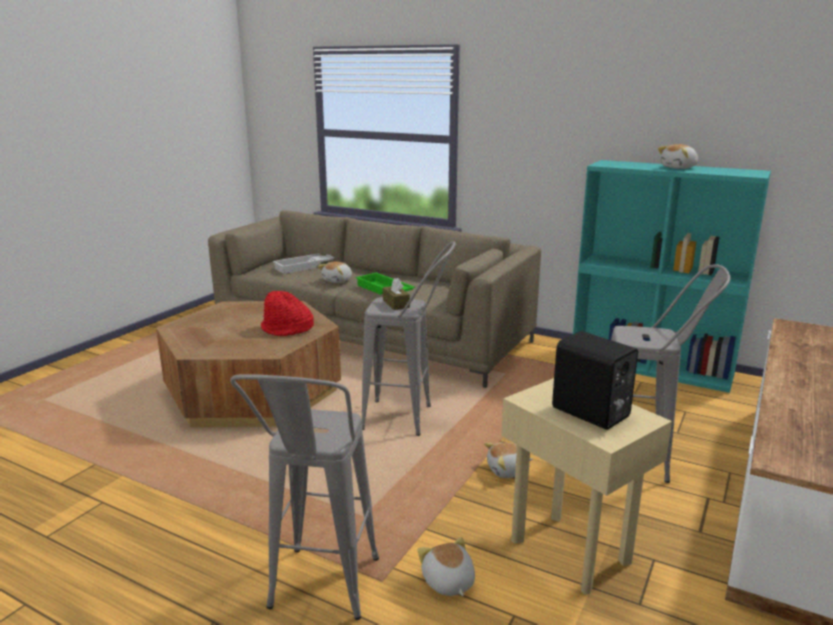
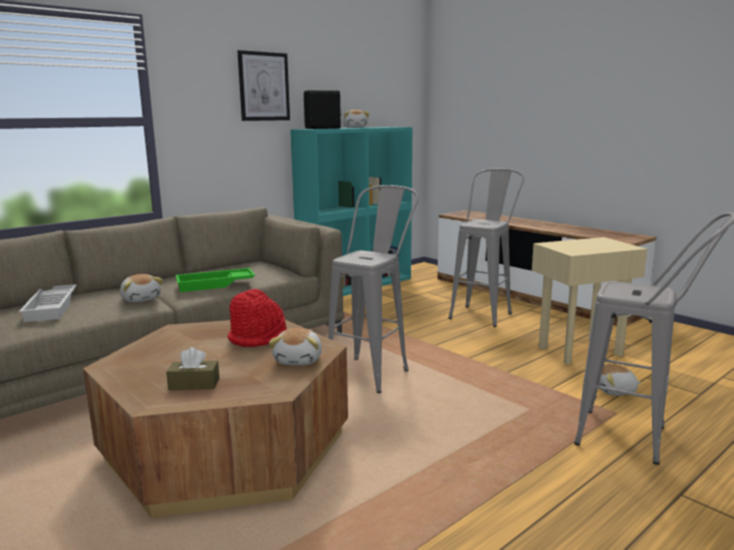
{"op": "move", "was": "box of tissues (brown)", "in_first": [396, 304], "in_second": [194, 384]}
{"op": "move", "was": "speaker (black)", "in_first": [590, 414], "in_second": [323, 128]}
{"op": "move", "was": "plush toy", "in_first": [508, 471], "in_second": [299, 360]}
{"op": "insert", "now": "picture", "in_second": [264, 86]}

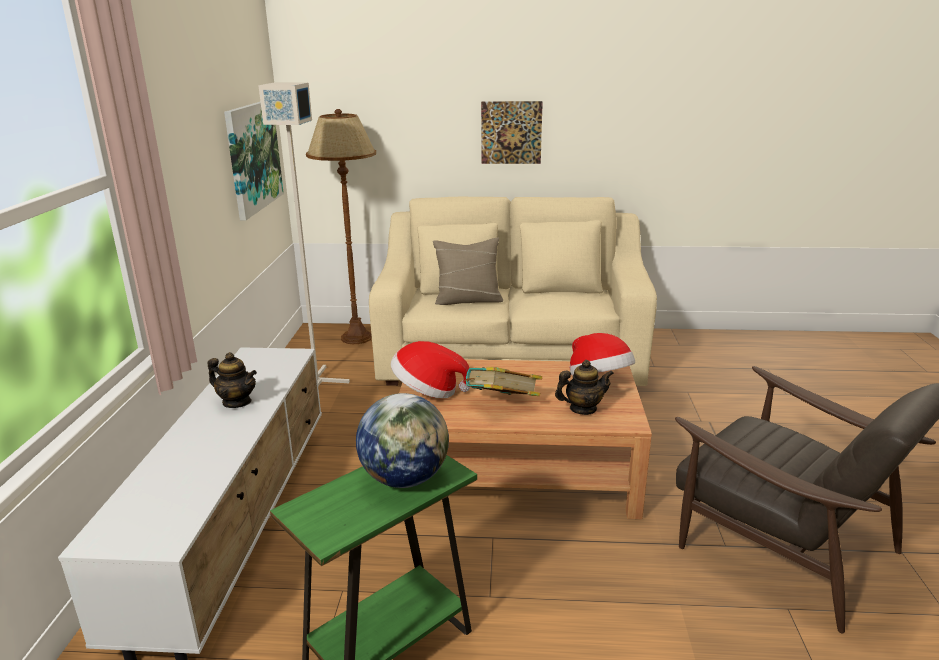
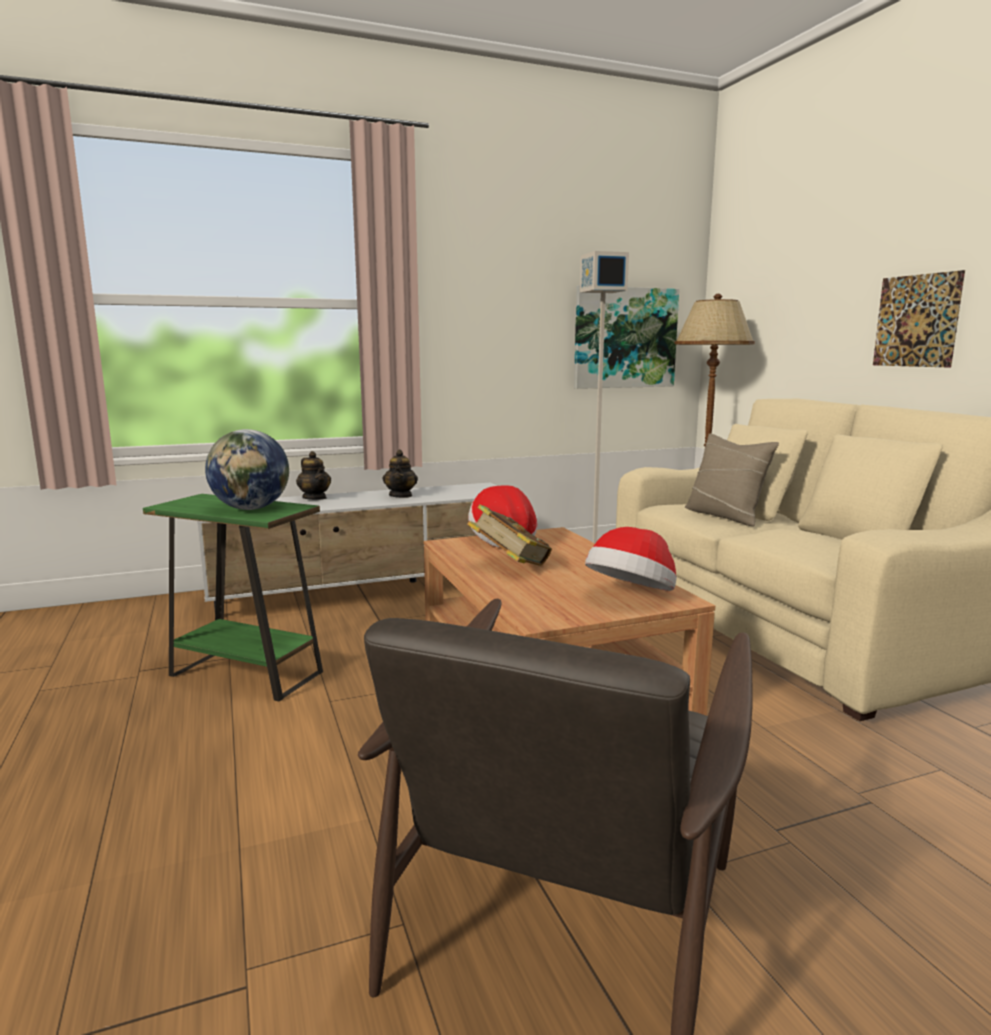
{"op": "move", "was": "pot for tea", "in_first": [582, 409], "in_second": [315, 498]}

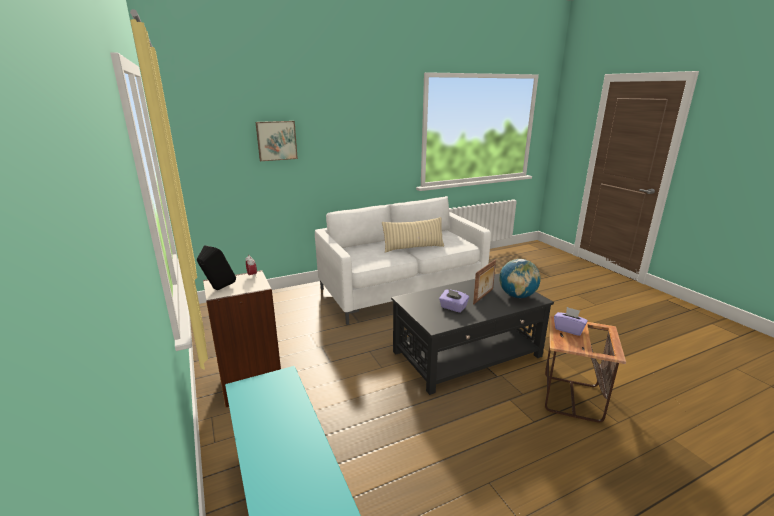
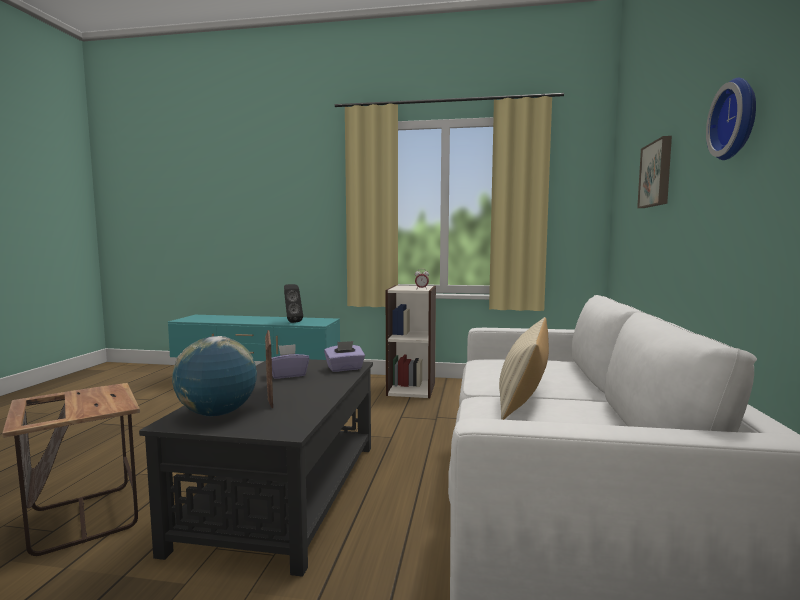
{"op": "move", "was": "speaker (black)", "in_first": [218, 289], "in_second": [291, 322]}
{"op": "move", "was": "box of tissues (purple-coloured)", "in_first": [568, 329], "in_second": [345, 368]}
{"op": "insert", "now": "hanging clock", "in_second": [737, 119]}

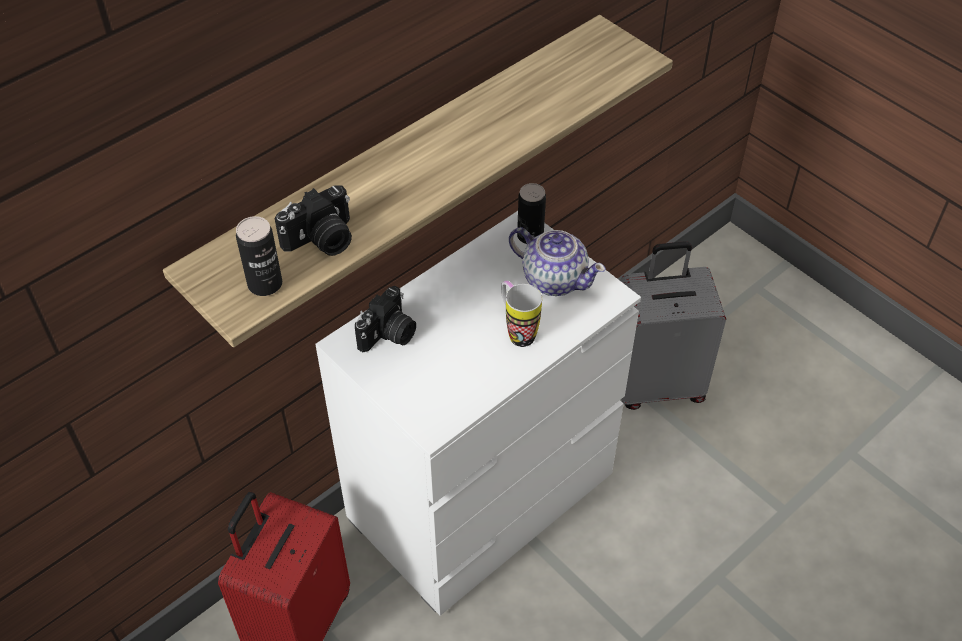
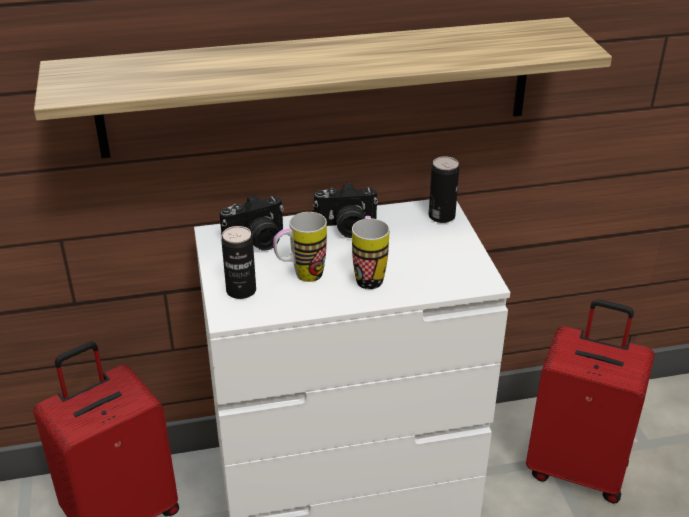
{"op": "move", "was": "photo camera", "in_first": [322, 241], "in_second": [346, 227]}
{"op": "move", "was": "can", "in_first": [265, 284], "in_second": [241, 291]}
{"op": "delete", "was": "pot for tea", "in_first": [554, 279]}
{"op": "recolor", "was": "travel case (gray)", "now": "travel case (reddish)", "in_first": [656, 383], "in_second": [577, 468]}
{"op": "insert", "now": "tea mug", "in_second": [300, 276]}

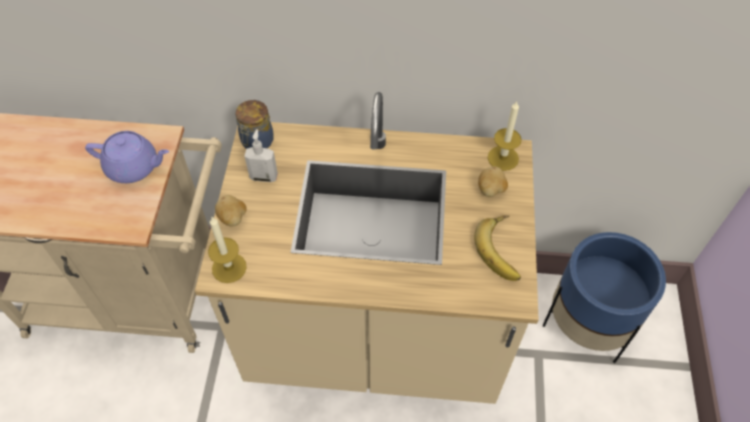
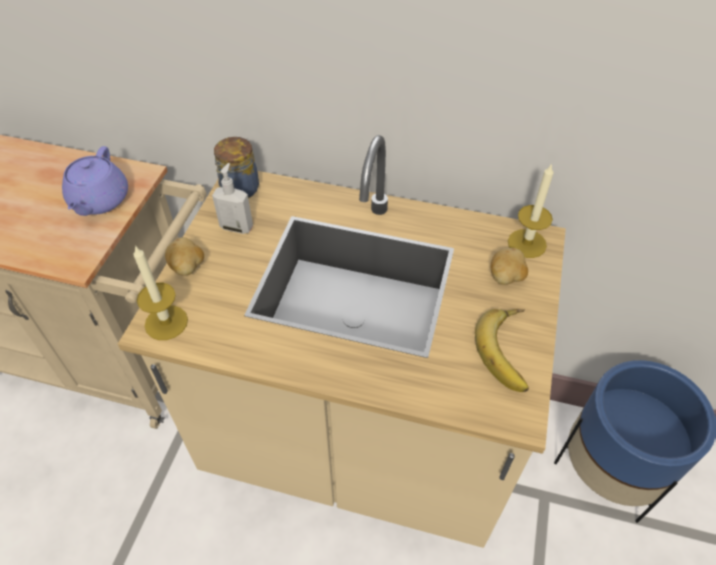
{"op": "rotate", "was": "pot for tea (purple-coloured)", "in_first": [134, 167], "in_second": [99, 201], "clockwise": 75}

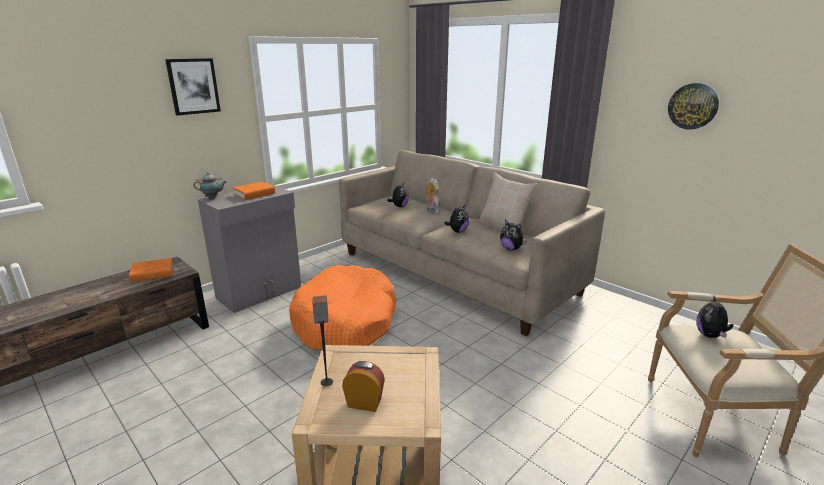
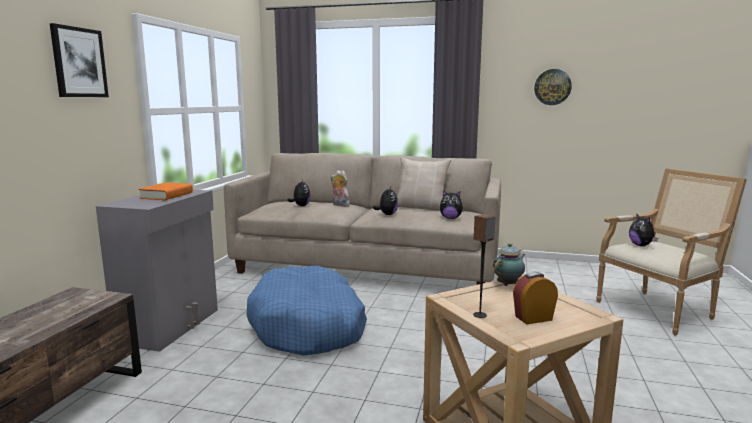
{"op": "move", "was": "pot for tea", "in_first": [213, 198], "in_second": [508, 284]}
{"op": "delete", "was": "book (orangey)", "in_first": [153, 273]}
{"op": "recolor", "was": "dog cushion (orangey)", "now": "dog cushion (bluish)", "in_first": [345, 321], "in_second": [309, 326]}

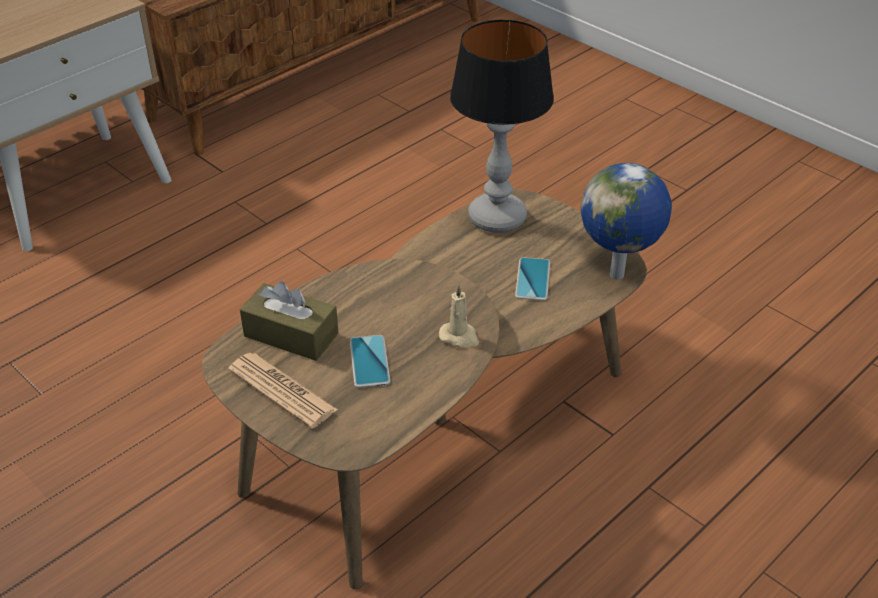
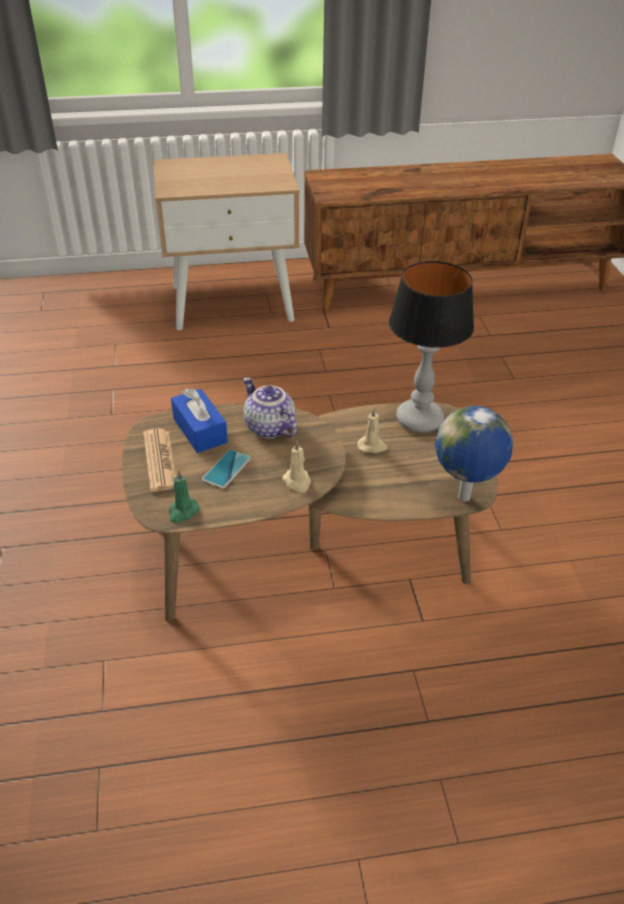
{"op": "delete", "was": "handset", "in_first": [532, 279]}
{"op": "recolor", "was": "box of tissues (brown)", "now": "box of tissues (bluish)", "in_first": [291, 335], "in_second": [200, 430]}
{"op": "insert", "now": "pot for tea", "in_second": [268, 428]}
{"op": "insert", "now": "candle (sand-coloured)", "in_second": [372, 446]}
{"op": "insert", "now": "candle (green-coloured)", "in_second": [182, 512]}

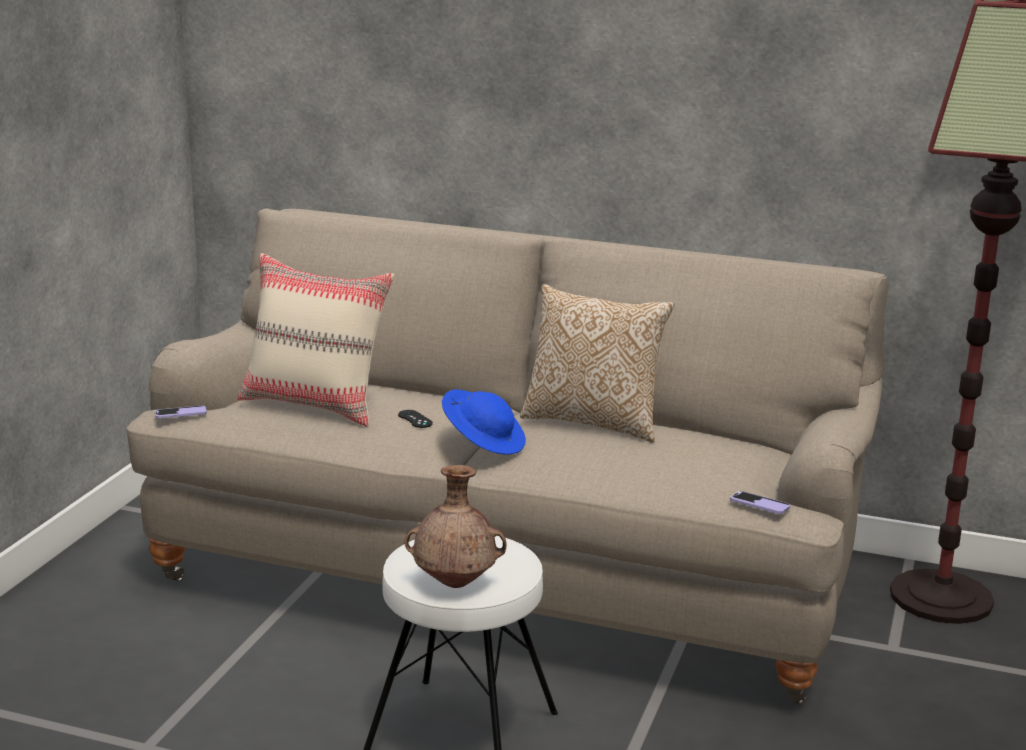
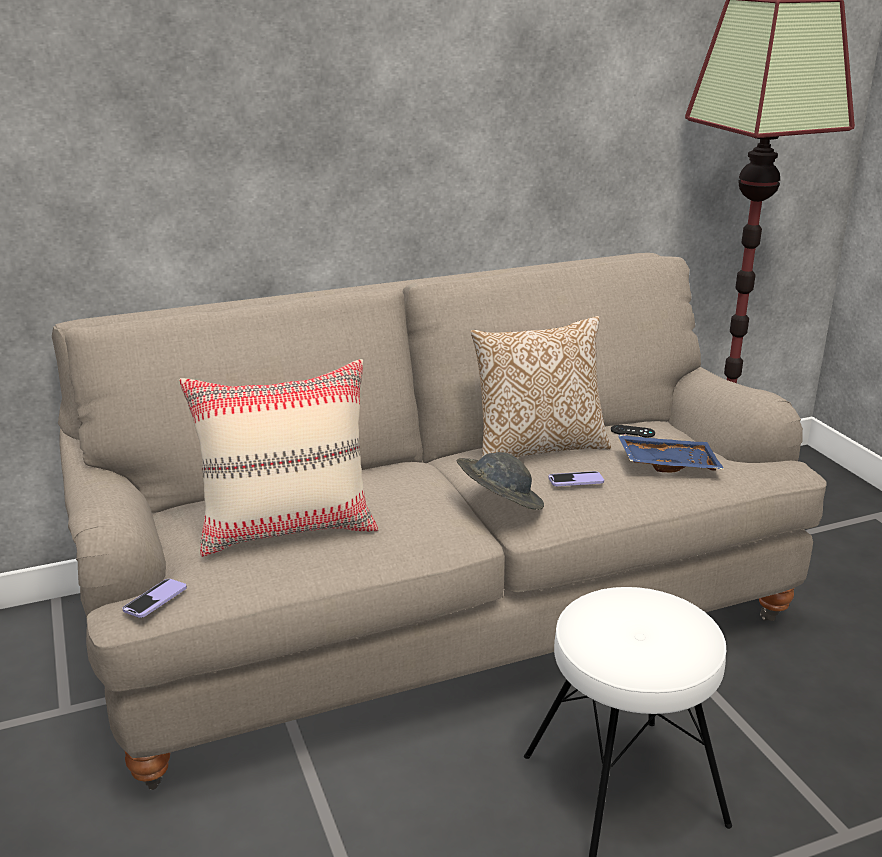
{"op": "recolor", "was": "wearable hat (bluish)", "now": "wearable hat (gray)", "in_first": [484, 442], "in_second": [499, 503]}
{"op": "move", "was": "gamepad (black)", "in_first": [415, 419], "in_second": [632, 431]}
{"op": "delete", "was": "vase (brown)", "in_first": [456, 583]}
{"op": "move", "was": "handset", "in_first": [759, 504], "in_second": [576, 480]}
{"op": "insert", "now": "carrying tray (bluish)", "in_second": [667, 463]}

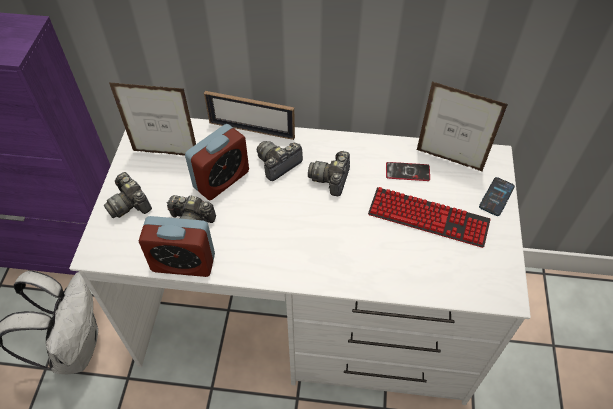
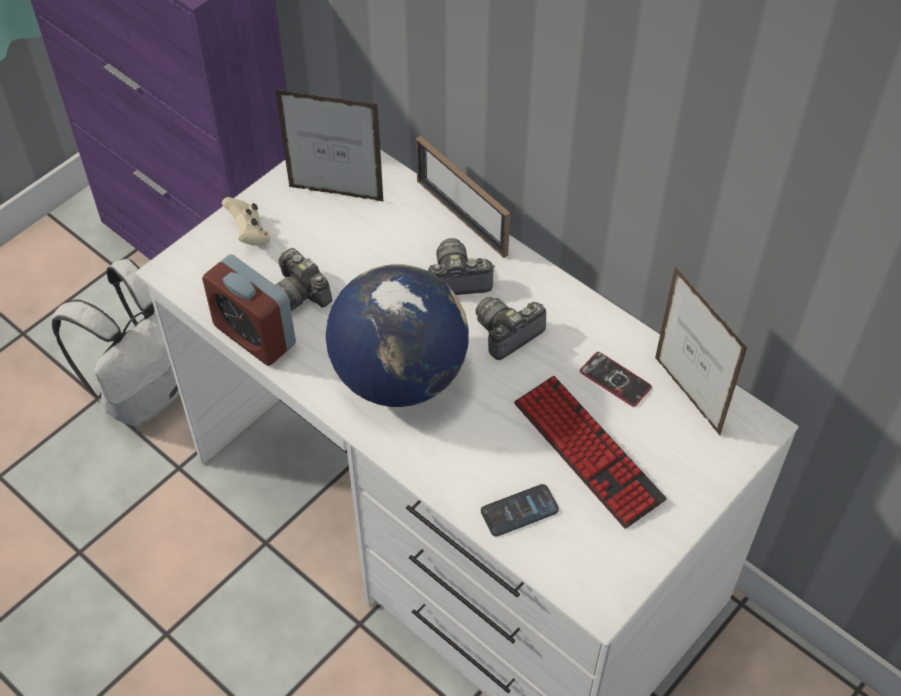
{"op": "rotate", "was": "photo frame", "in_first": [166, 153], "in_second": [335, 194], "clockwise": 150}
{"op": "delete", "was": "table clock", "in_first": [221, 180]}
{"op": "replace", "was": "photo camera", "now": "gamepad (sand-coloured)", "in_first": [129, 204], "in_second": [249, 234]}
{"op": "move", "was": "handset", "in_first": [496, 197], "in_second": [519, 511]}
{"op": "insert", "now": "desk globe", "in_second": [399, 375]}

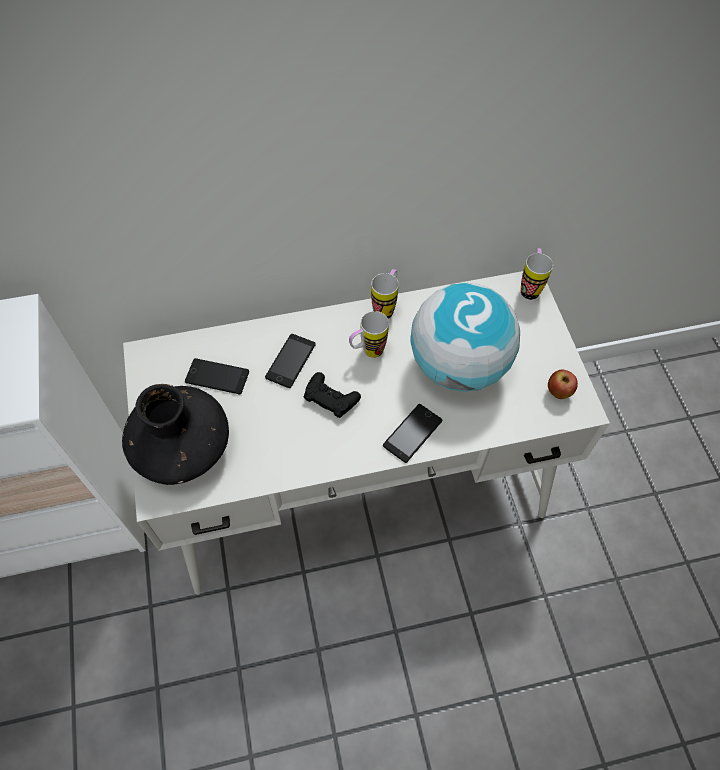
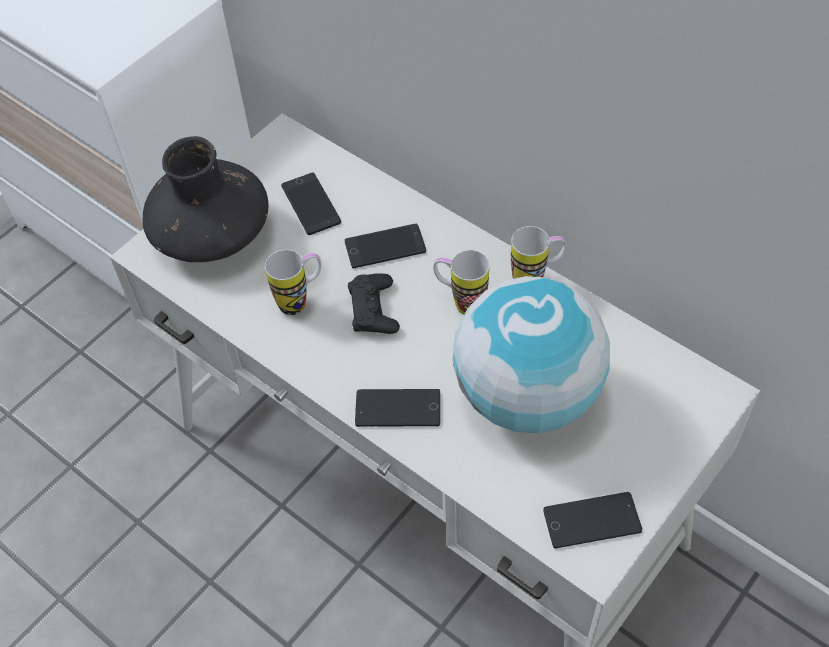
{"op": "move", "was": "tea mug", "in_first": [530, 287], "in_second": [300, 300]}
{"op": "replace", "was": "apple", "now": "handset", "in_first": [558, 392], "in_second": [592, 520]}

